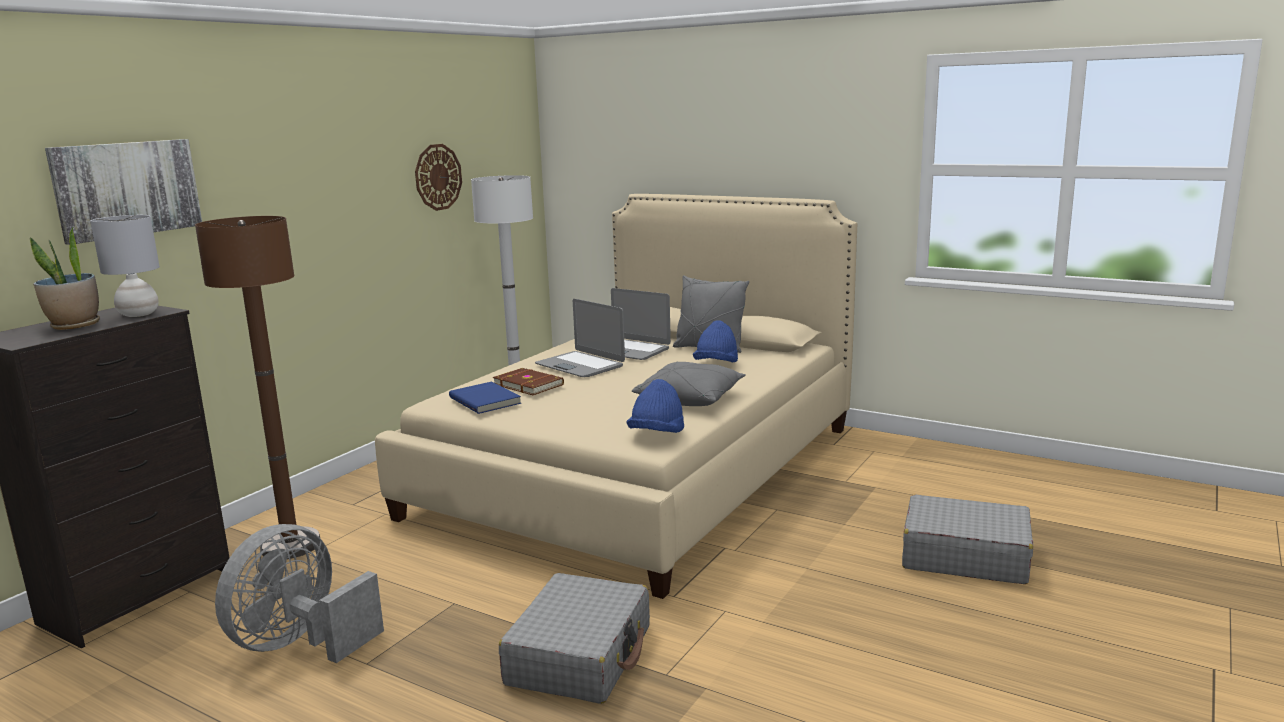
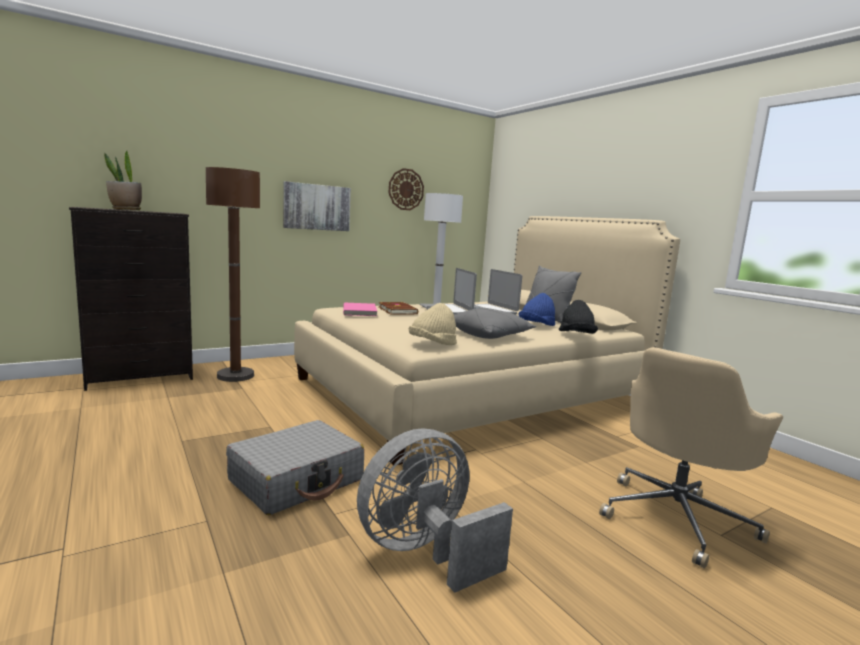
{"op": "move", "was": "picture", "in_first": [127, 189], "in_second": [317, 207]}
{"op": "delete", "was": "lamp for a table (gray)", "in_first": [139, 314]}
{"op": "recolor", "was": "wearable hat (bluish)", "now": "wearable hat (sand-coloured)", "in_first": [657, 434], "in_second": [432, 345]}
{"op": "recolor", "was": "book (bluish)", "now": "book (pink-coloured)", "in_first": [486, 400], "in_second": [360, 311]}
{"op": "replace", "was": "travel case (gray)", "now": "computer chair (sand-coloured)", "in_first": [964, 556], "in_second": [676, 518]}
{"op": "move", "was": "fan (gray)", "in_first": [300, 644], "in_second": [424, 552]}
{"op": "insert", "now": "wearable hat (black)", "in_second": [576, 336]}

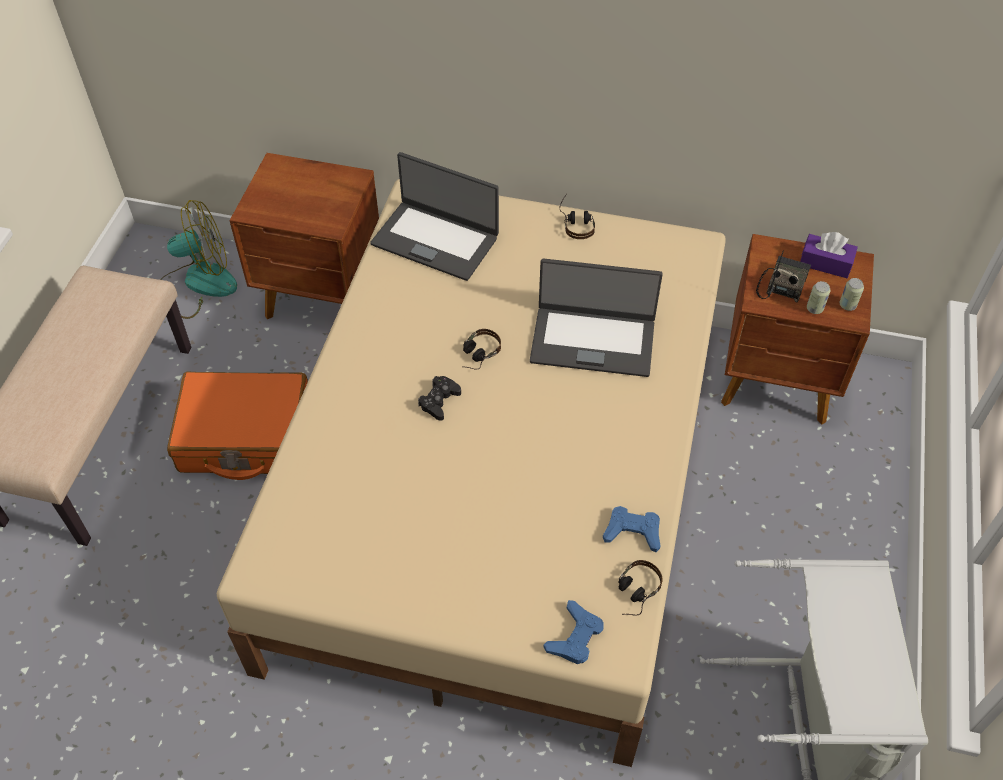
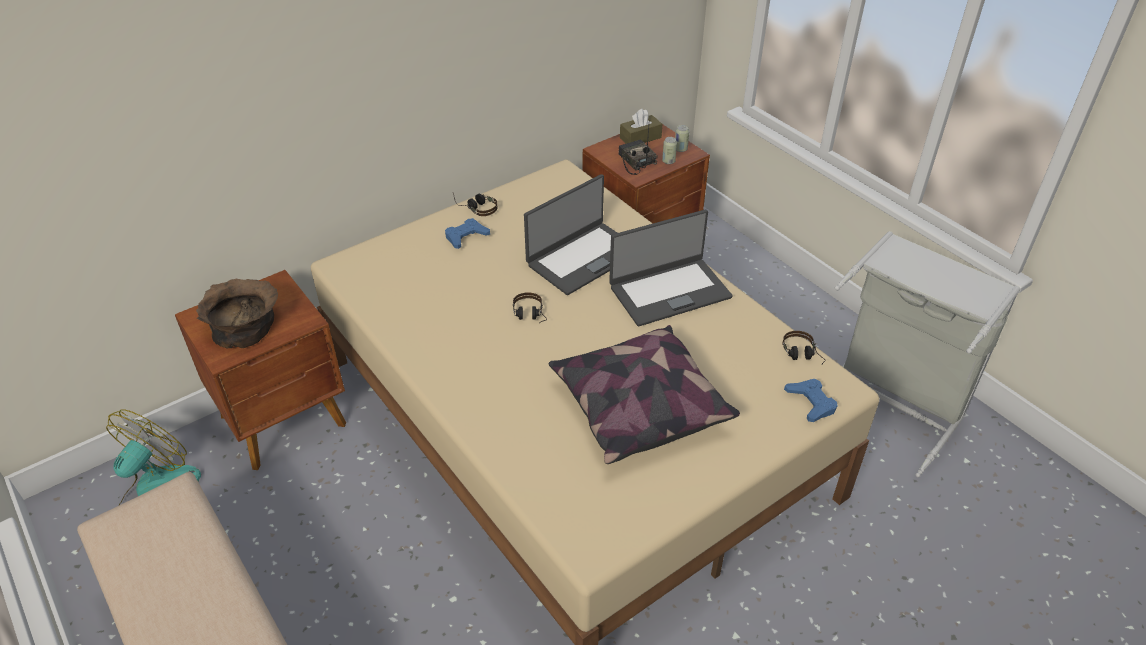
{"op": "move", "was": "notebook computer", "in_first": [435, 240], "in_second": [669, 291]}
{"op": "recolor", "was": "box of tissues (purple-coloured)", "now": "box of tissues (brown)", "in_first": [825, 263], "in_second": [640, 138]}
{"op": "delete", "was": "travel case (orangey)", "in_first": [246, 436]}
{"op": "delete", "was": "gamepad (black)", "in_first": [439, 401]}
{"op": "move", "was": "gamepad (bluish)", "in_first": [633, 531], "in_second": [466, 237]}
{"op": "insert", "now": "serving bowl (brown)", "in_second": [245, 324]}
{"op": "insert", "now": "cushion", "in_second": [638, 407]}

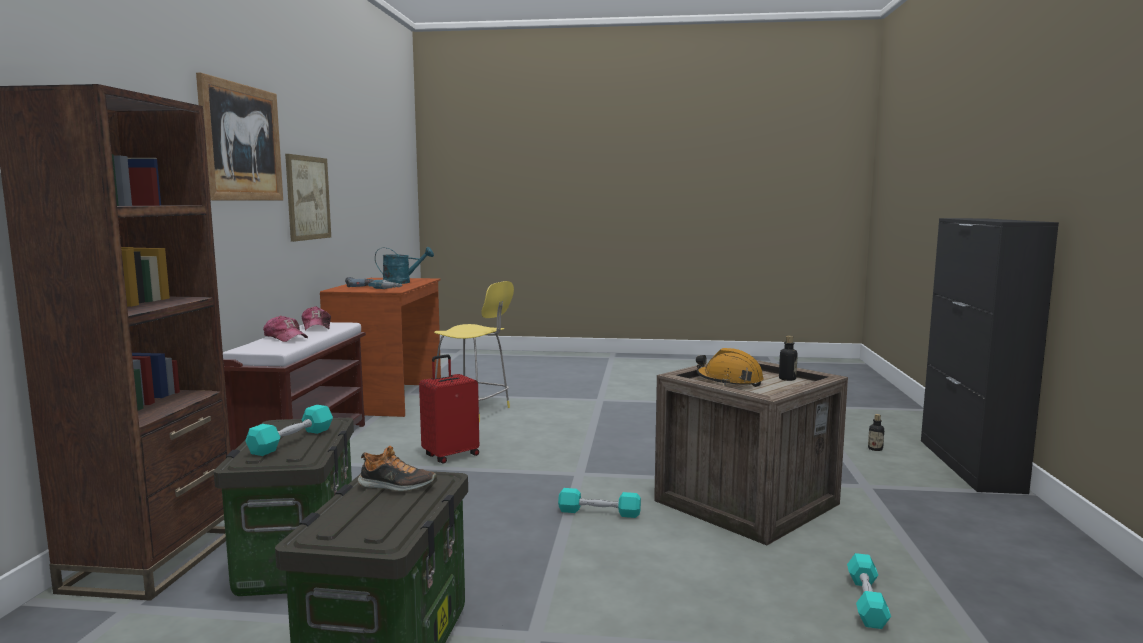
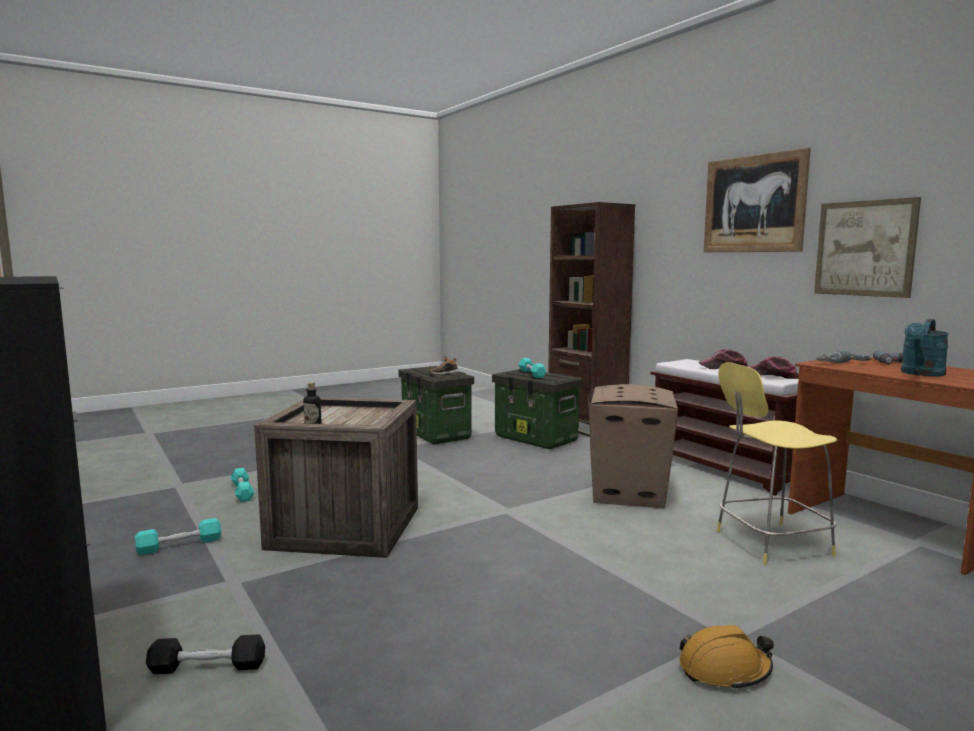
{"op": "move", "was": "hard hat (orangey)", "in_first": [729, 381], "in_second": [724, 670]}
{"op": "replace", "was": "travel case (reddish)", "now": "packing box", "in_first": [450, 455], "in_second": [629, 494]}
{"op": "replace", "was": "bottle", "now": "free weight (black)", "in_first": [875, 449], "in_second": [207, 667]}
{"op": "move", "was": "free weight (turquoise-coloured)", "in_first": [599, 512], "in_second": [180, 545]}

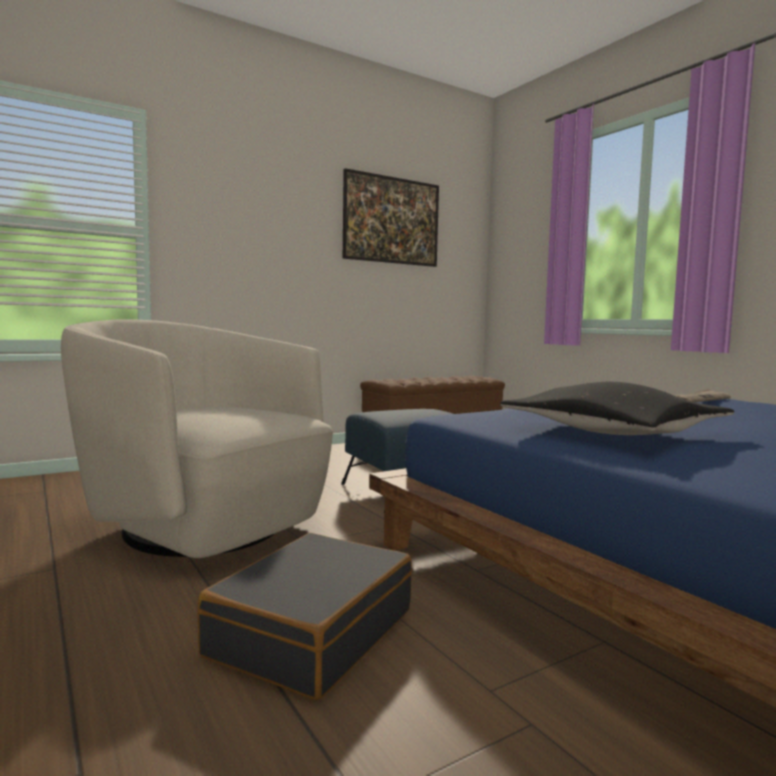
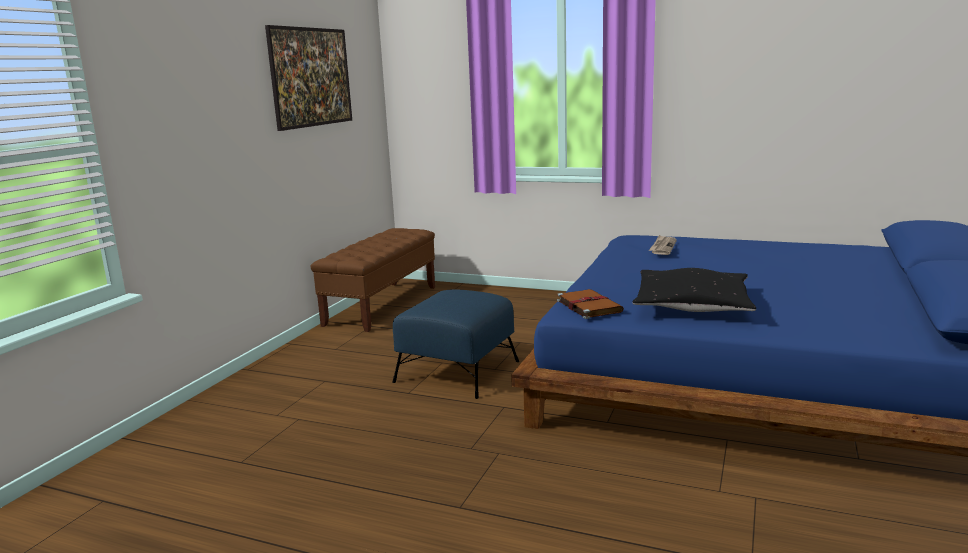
{"op": "delete", "was": "easy chair (sand-coloured)", "in_first": [203, 526]}
{"op": "delete", "was": "travel case (black)", "in_first": [311, 632]}
{"op": "insert", "now": "book (brown)", "in_second": [588, 306]}

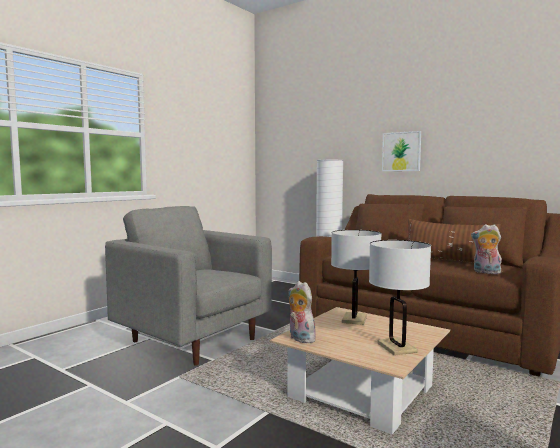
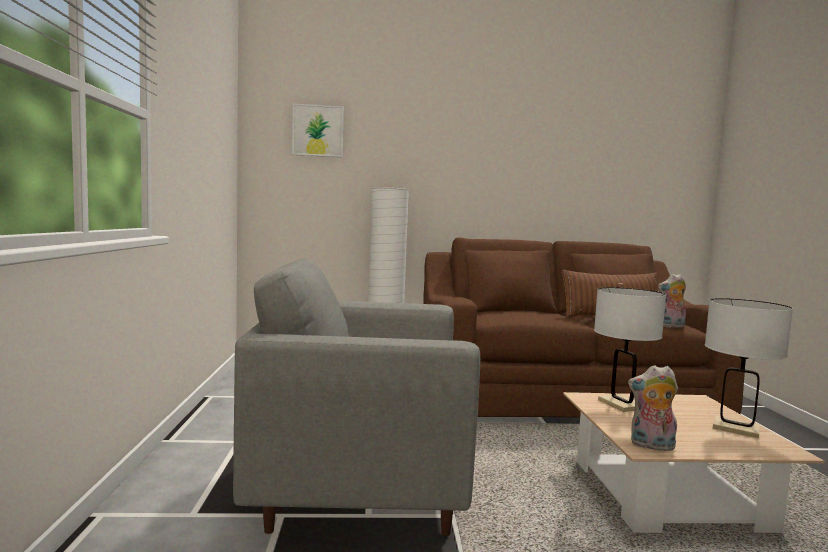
{"op": "move", "was": "picture", "in_first": [401, 151], "in_second": [318, 131]}

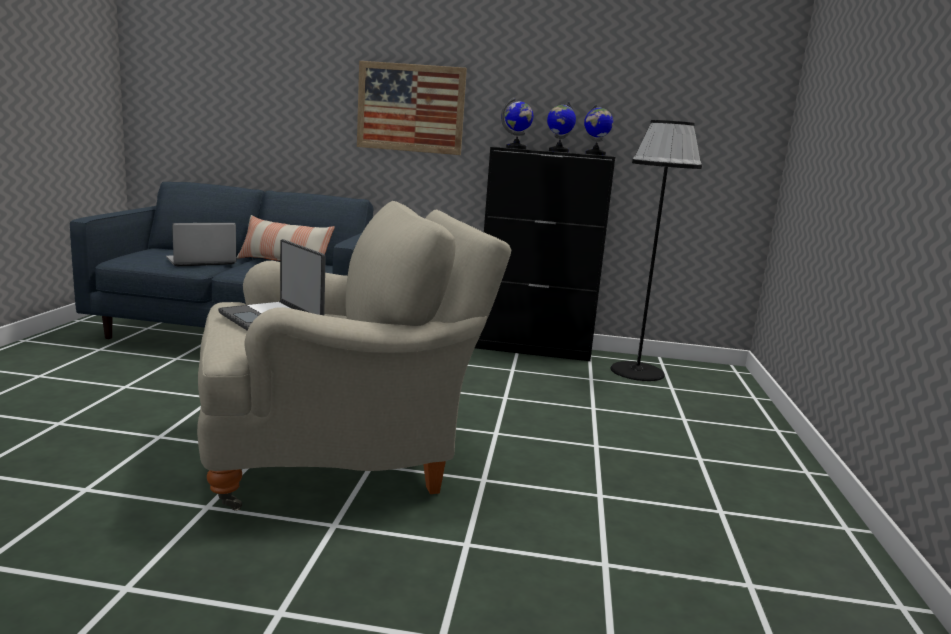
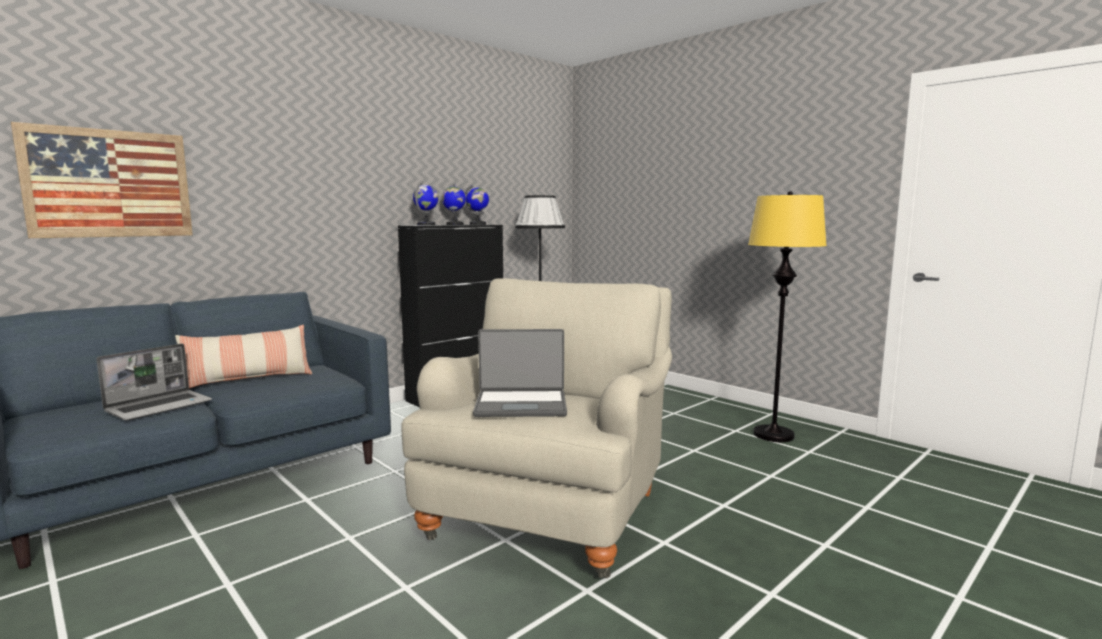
{"op": "move", "was": "picture", "in_first": [410, 108], "in_second": [109, 184]}
{"op": "rotate", "was": "notebook computer", "in_first": [200, 262], "in_second": [160, 406], "clockwise": -150}
{"op": "insert", "now": "standing lamp (yellow-coloured)", "in_second": [774, 435]}

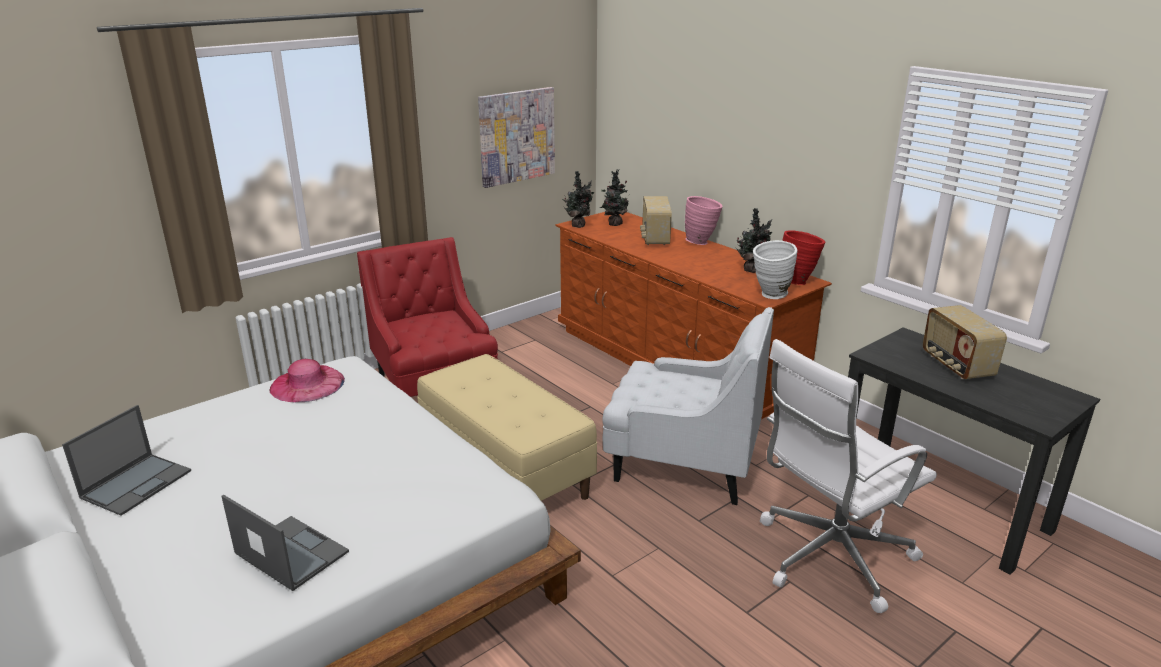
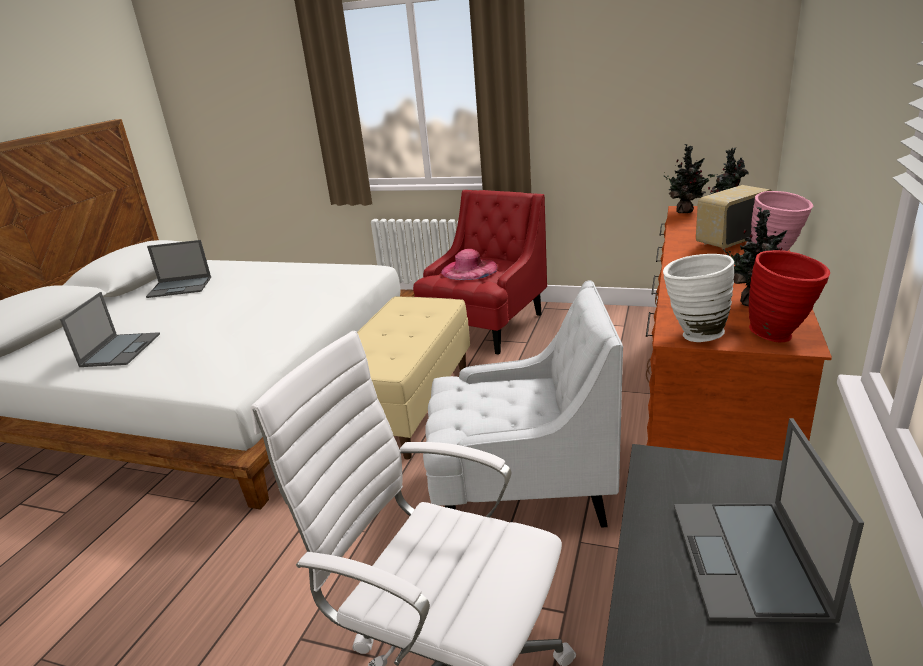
{"op": "delete", "was": "picture", "in_first": [516, 136]}
{"op": "replace", "was": "radio receiver", "now": "notebook computer", "in_first": [956, 365], "in_second": [749, 560]}
{"op": "rotate", "was": "easy chair (whitish)", "in_first": [682, 464], "in_second": [520, 489], "clockwise": -75}
{"op": "move", "was": "wearable hat (pink-coloured)", "in_first": [307, 384], "in_second": [469, 269]}

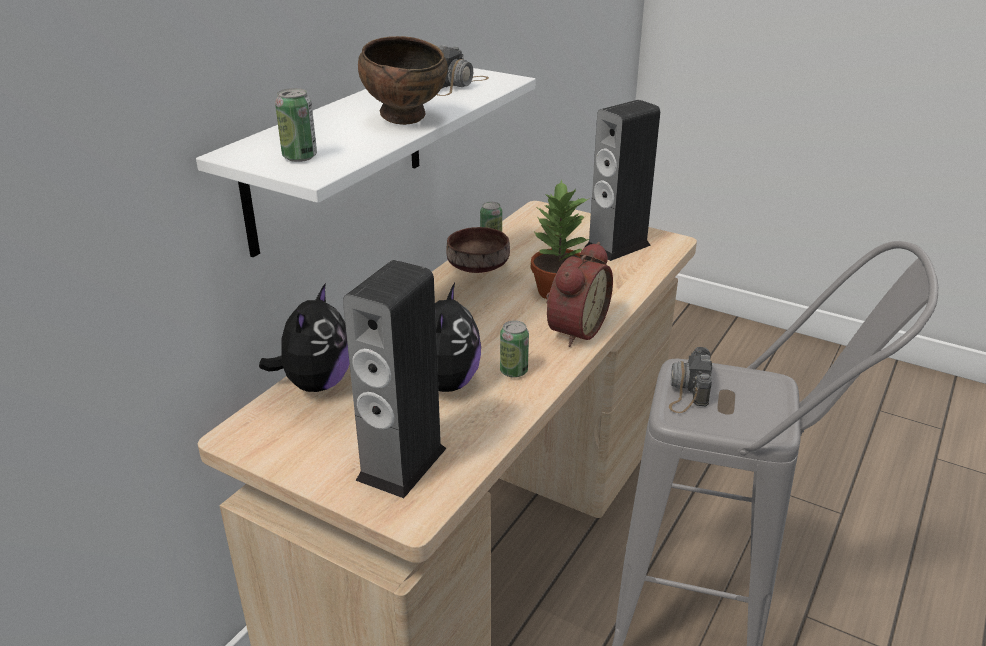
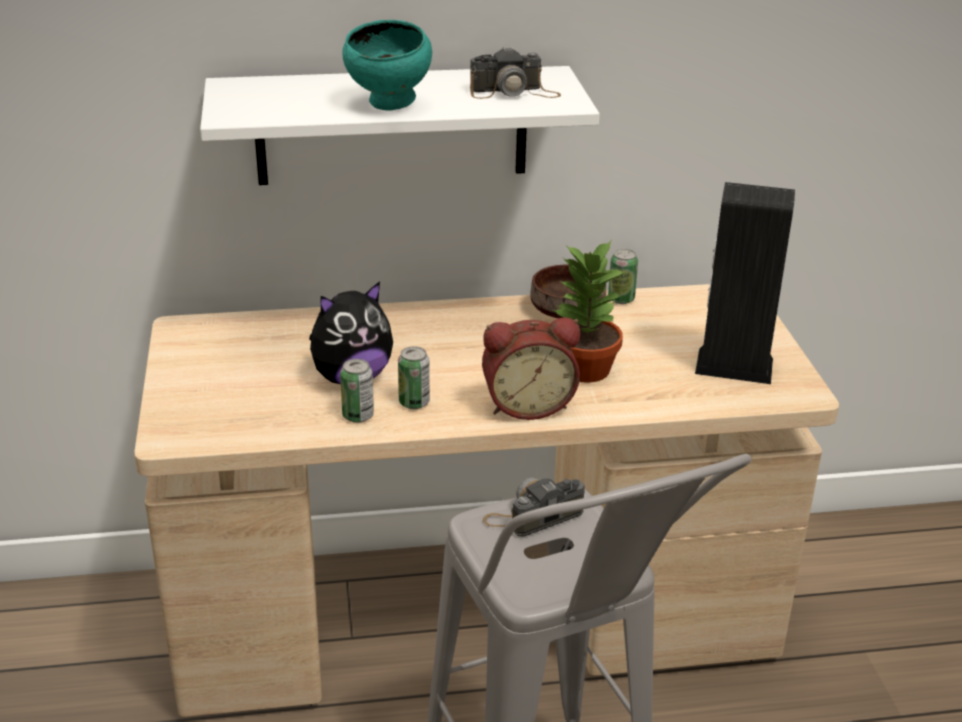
{"op": "recolor", "was": "serving bowl (brown)", "now": "serving bowl (turquoise-coloured)", "in_first": [406, 120], "in_second": [390, 105]}
{"op": "move", "was": "can", "in_first": [300, 157], "in_second": [358, 416]}
{"op": "delete", "was": "speaker", "in_first": [402, 464]}
{"op": "delete", "was": "plush toy", "in_first": [316, 383]}

